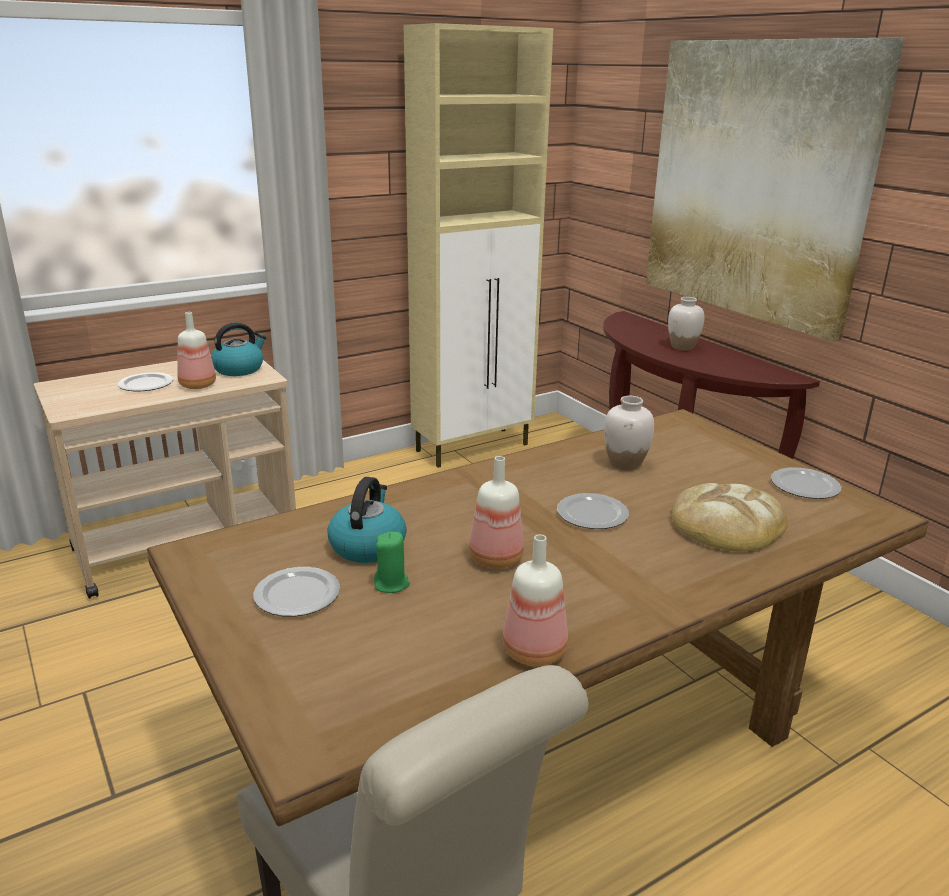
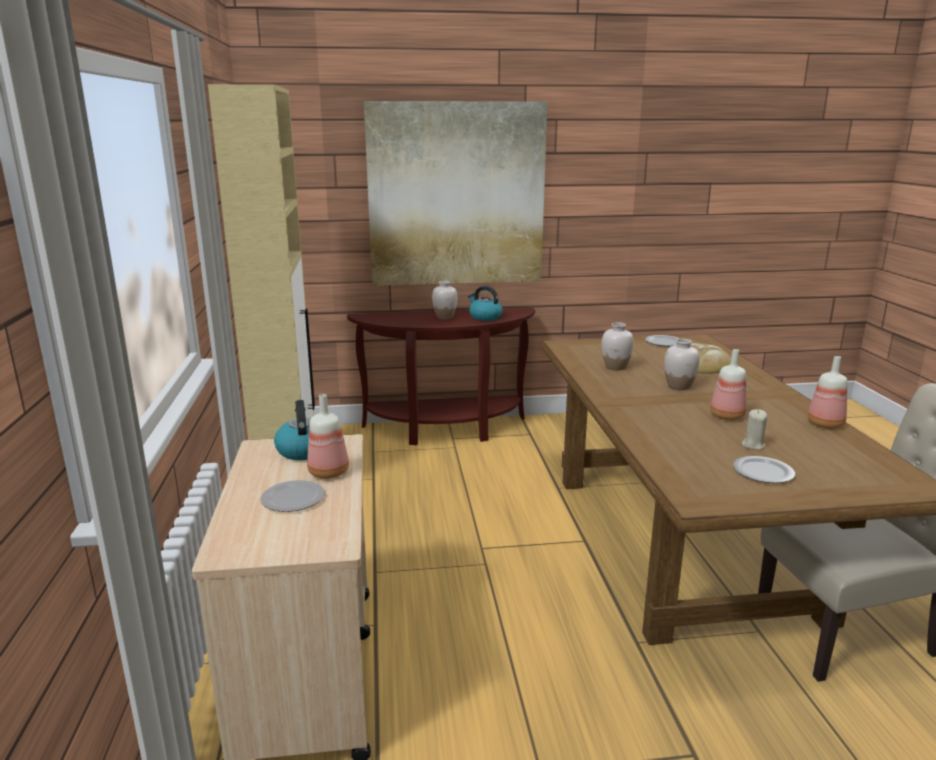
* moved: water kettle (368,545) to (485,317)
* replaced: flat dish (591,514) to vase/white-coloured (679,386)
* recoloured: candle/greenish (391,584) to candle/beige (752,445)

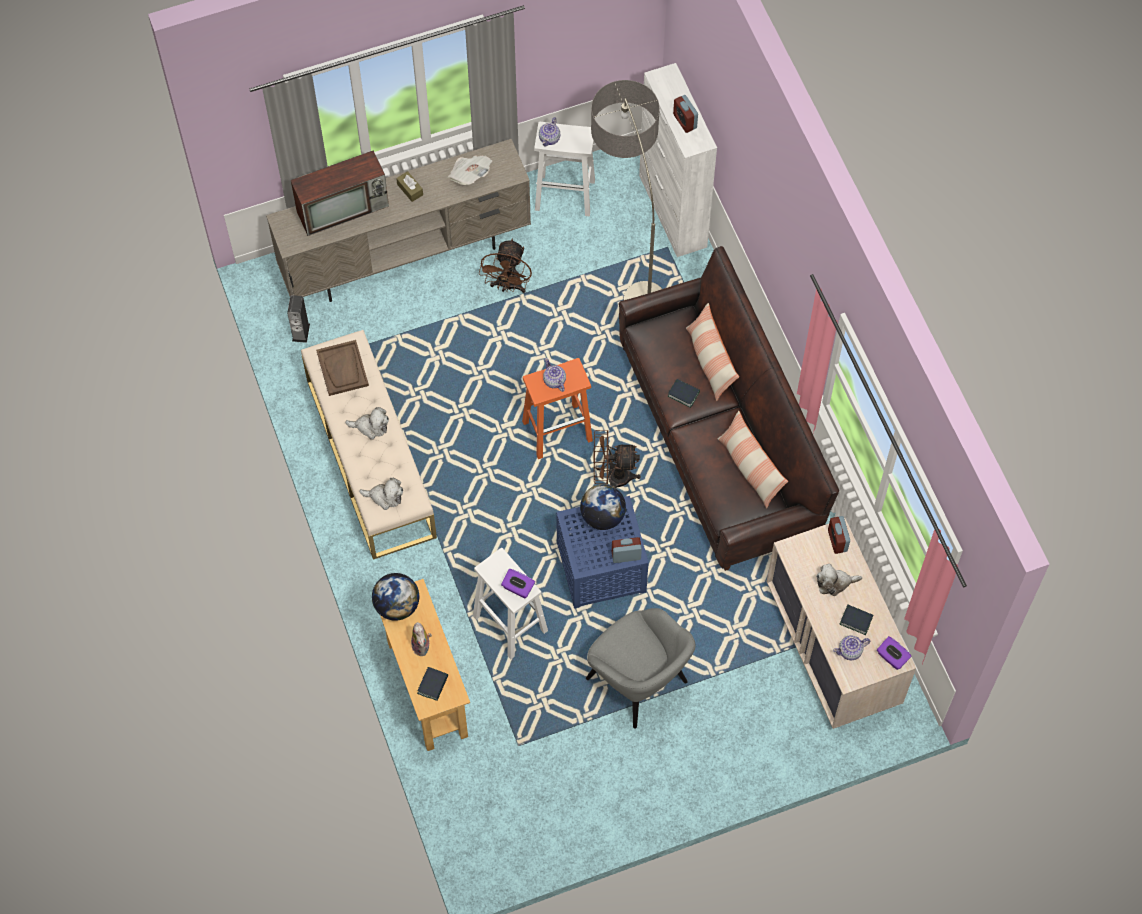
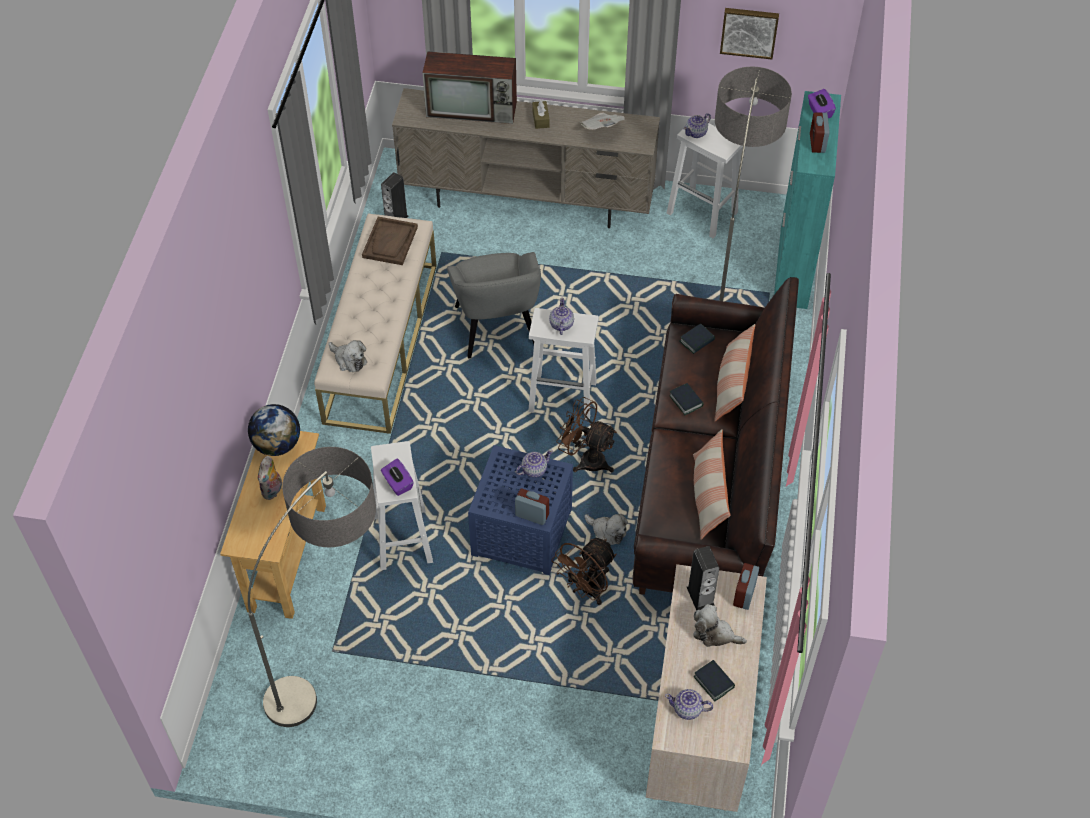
* added: standing lamp (336,658)
* added: loudspeaker (700,596)
* added: picture (749,31)
* moved: soft toy (371,427) to (607,532)
* moved: volume (433,685) to (697,341)
* moved: fan/brown (508,286) to (586,590)
* moved: armchair/gray (638,682) to (496,328)
* moved: box of tissues/purple-coloured (892,657) to (819,111)
* replaced: desk globe (602,516) to pot for tea (534,470)
* recoloured: stool seat/orangey (558,430) to stool seat/white-coloured (564,397)
* recoloured: cupboard/white-coloured (672,212) to cupboard/turquoise-coloured (793,267)

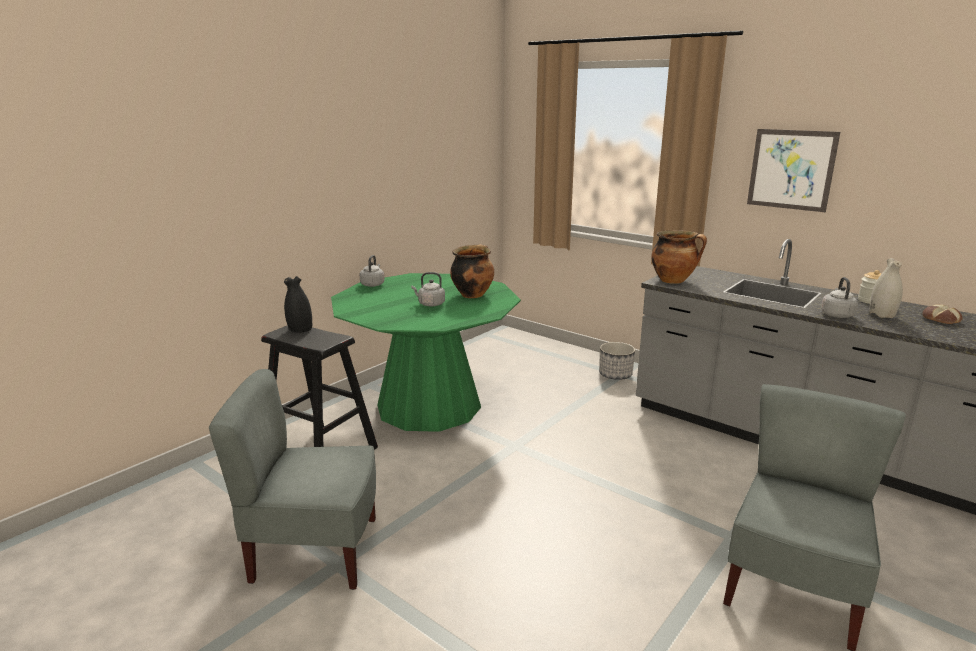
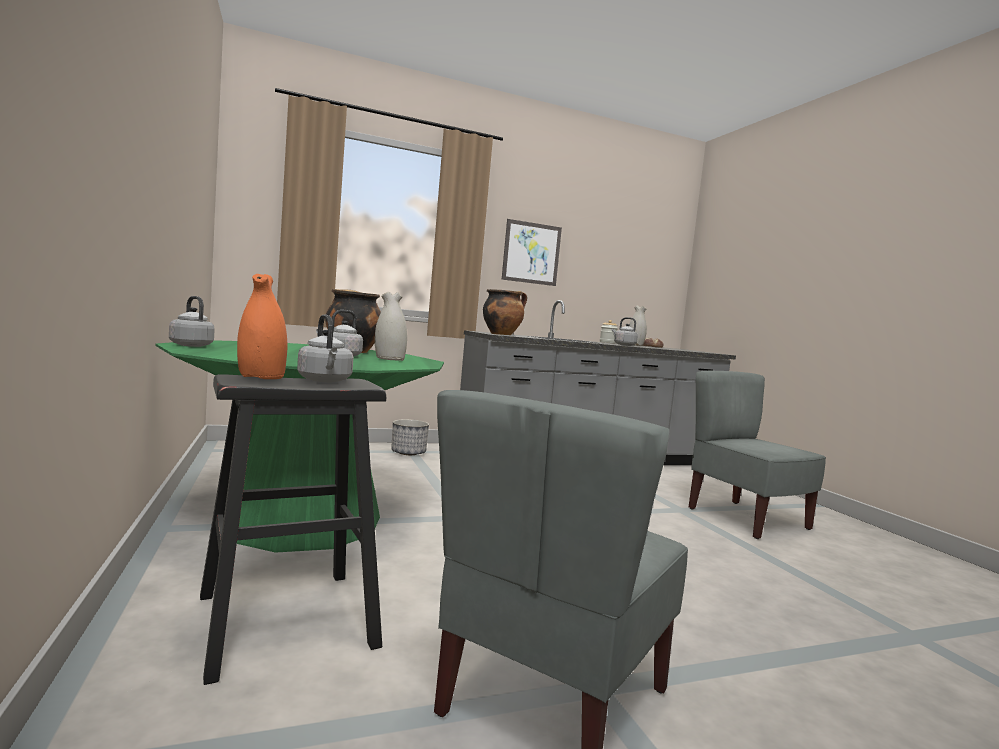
* added: water kettle/gray (325,381)
* added: vase/white-coloured (389,359)
* recoloured: vase/black (300,329) to vase/orangey (261,377)

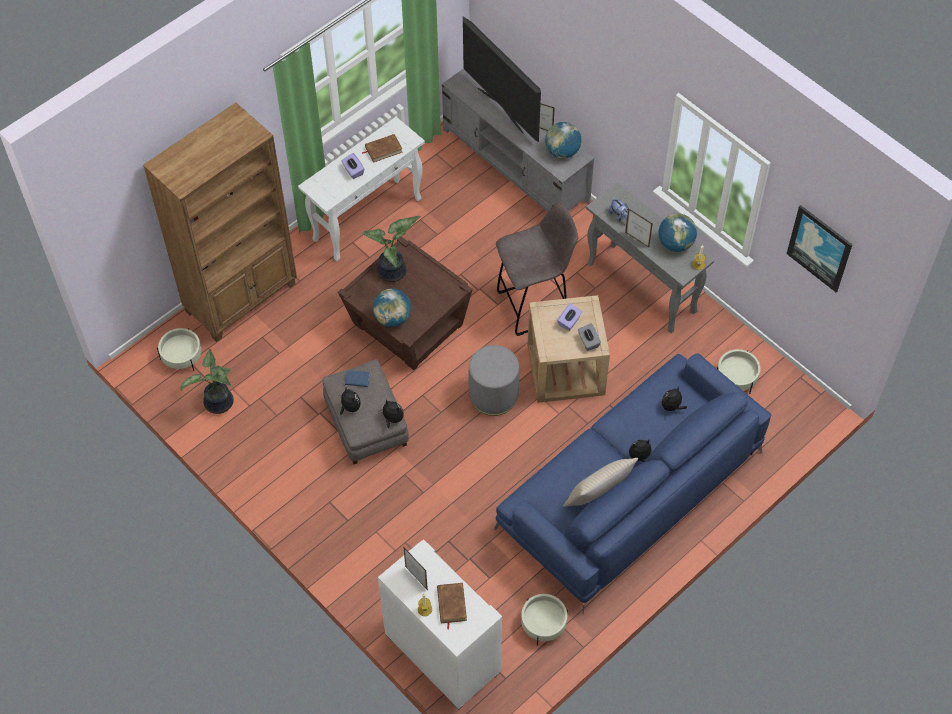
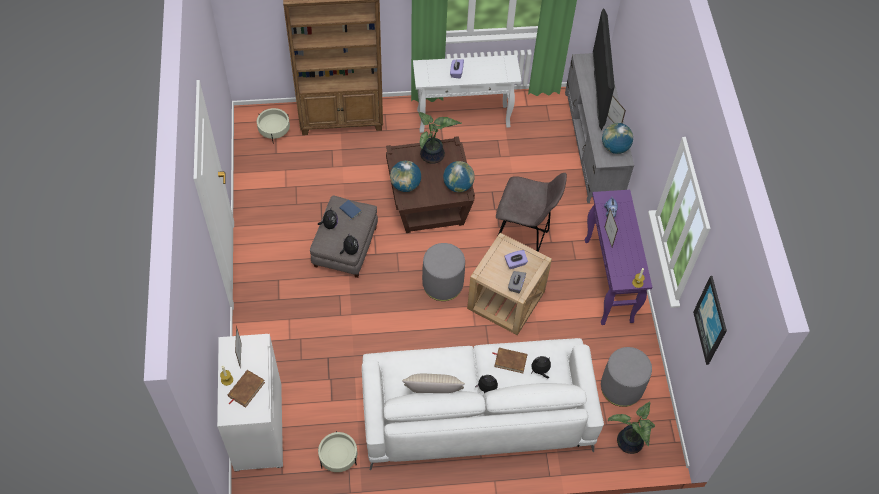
* moved: potted plant (218,404) to (628,443)
* moved: volume/brown (383,149) to (510,361)
* moved: desk globe (675,243) to (458,185)
* replaced: flower pot/beige (736,378) to pouffe/gray (621,387)
* recoloured: settee/bluish (630,491) to settee/white-coloured (476,411)
* recoloured: narrow table/gray (642,288) to narrow table/purple-coloured (609,281)

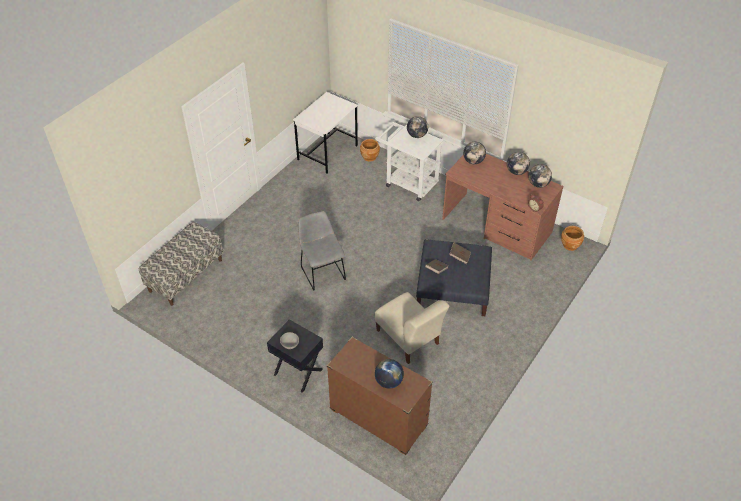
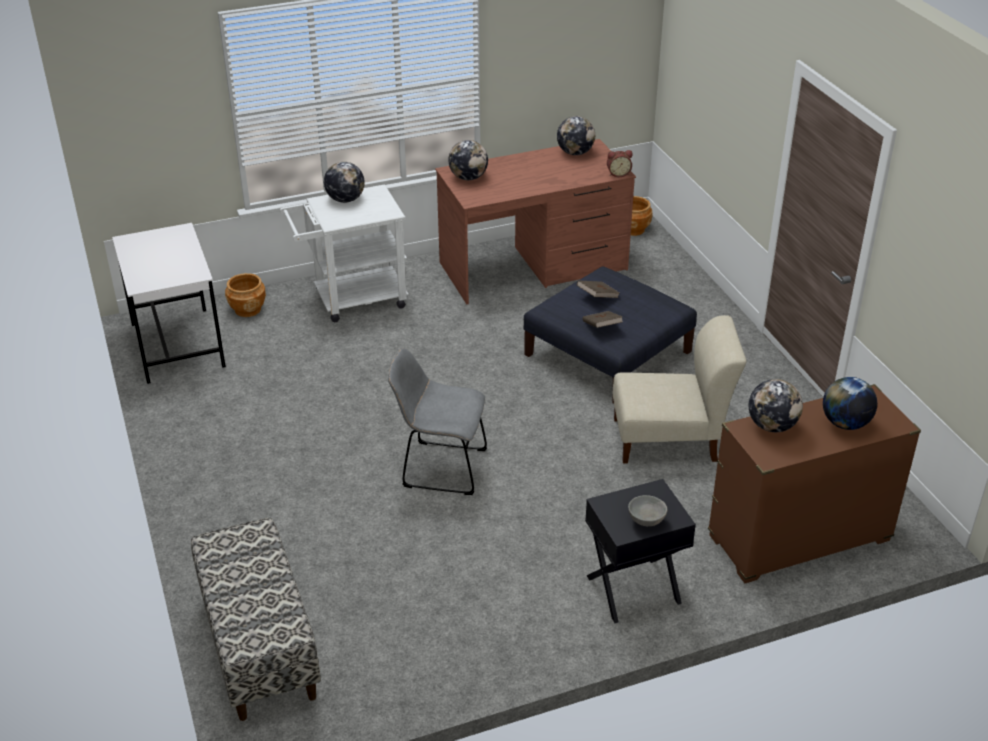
* moved: desk globe (516,172) to (772,426)

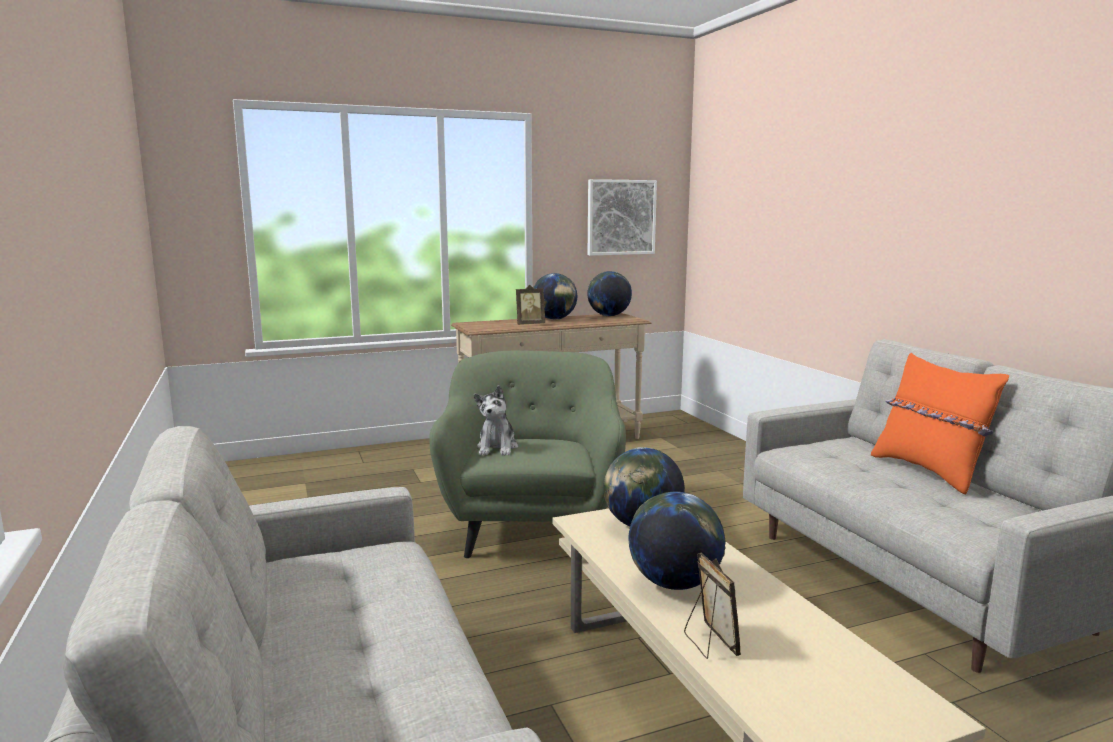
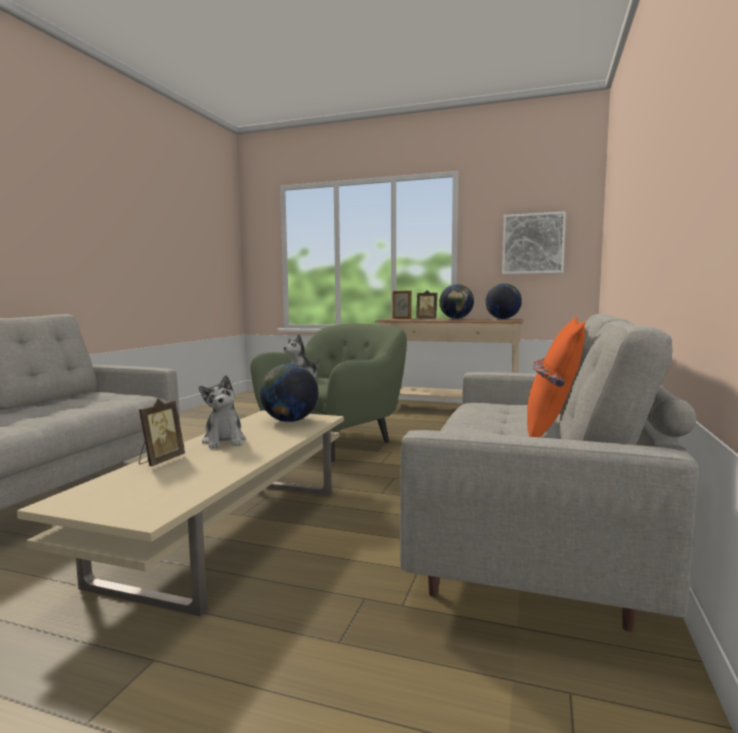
* added: standing frame (401,318)
* replaced: desk globe (674,584) to soft toy (224,441)

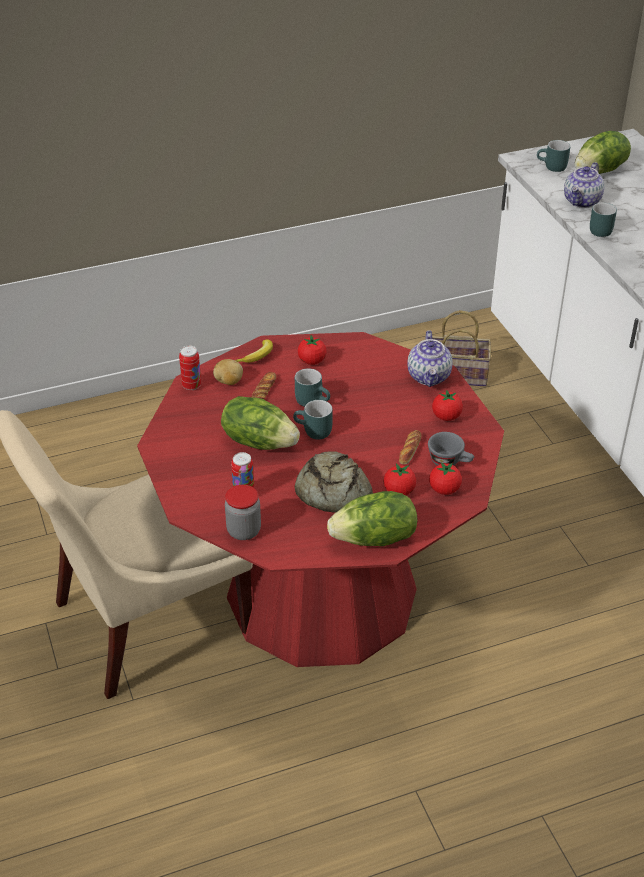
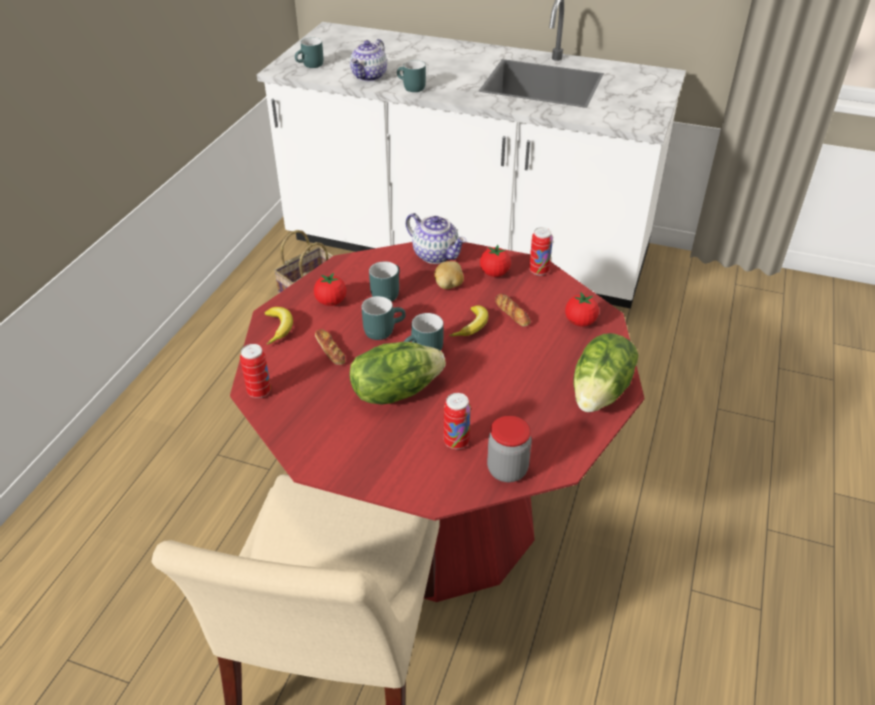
* removed: bread (331,491)
* removed: fresh tomato (399,491)
* removed: cup/gray (450,462)
* removed: head of lettuce (600,171)
* added: coffee mug/turquoise-coloured (385,292)
* added: banana (472,326)
* added: metal can (539,271)
* moved: potato (228,382) to (449,286)
* turned: pot for tea (582,201) = (369,76) 45 degrees clockwise

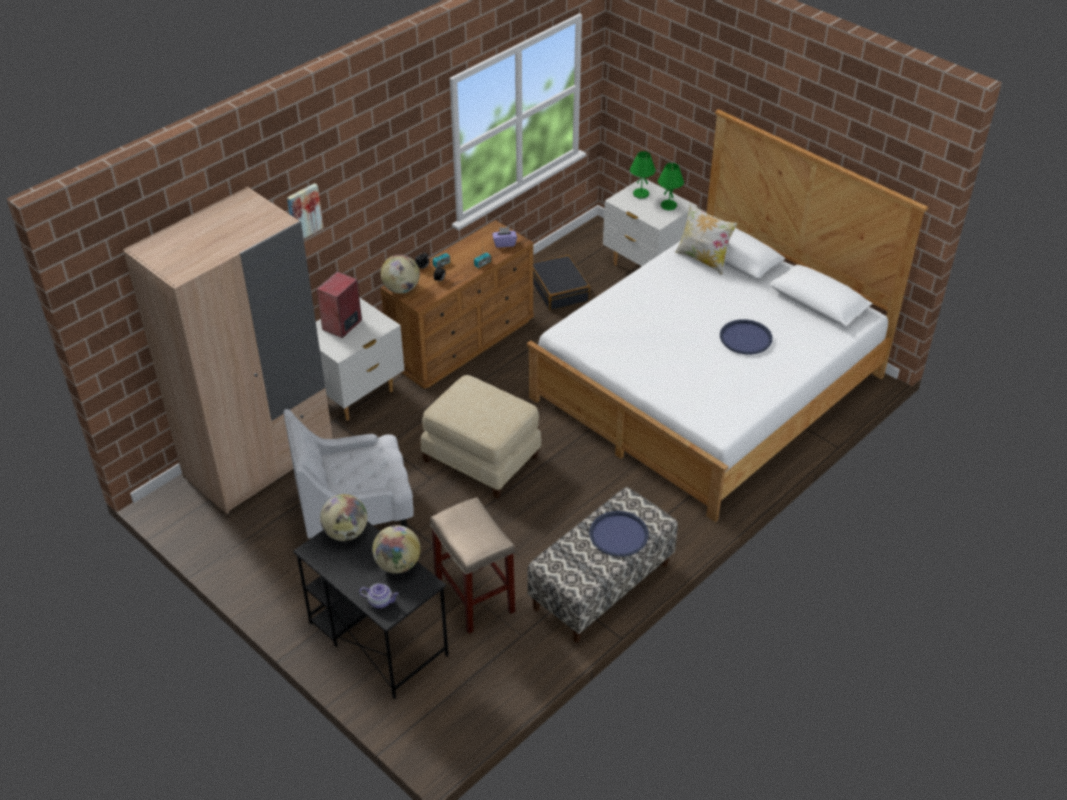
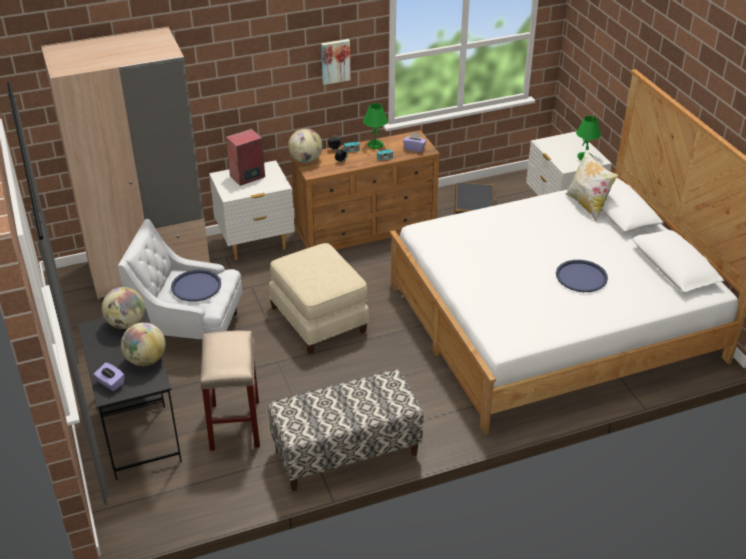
* moved: picture (303,212) to (335,61)
* moved: tray/bluish (618,534) to (196,286)
* moved: lamp for a table/greenish (640,194) to (375,145)
* replaced: pot for tea (381,601) to box of tissues/purple-coloured (110,383)

